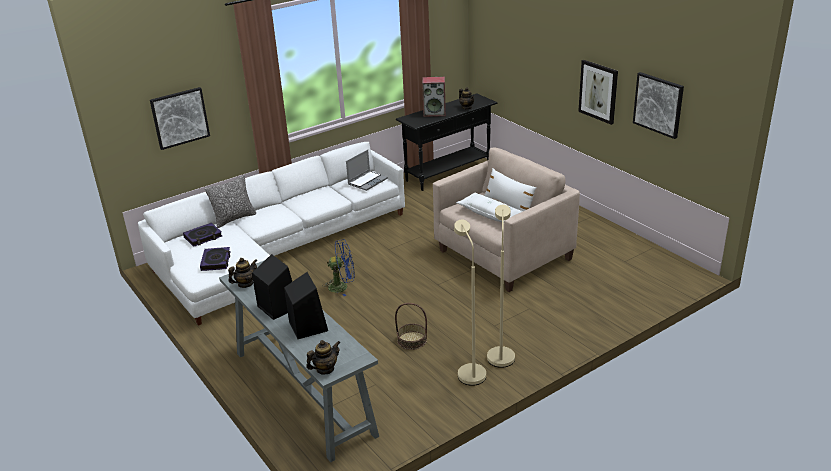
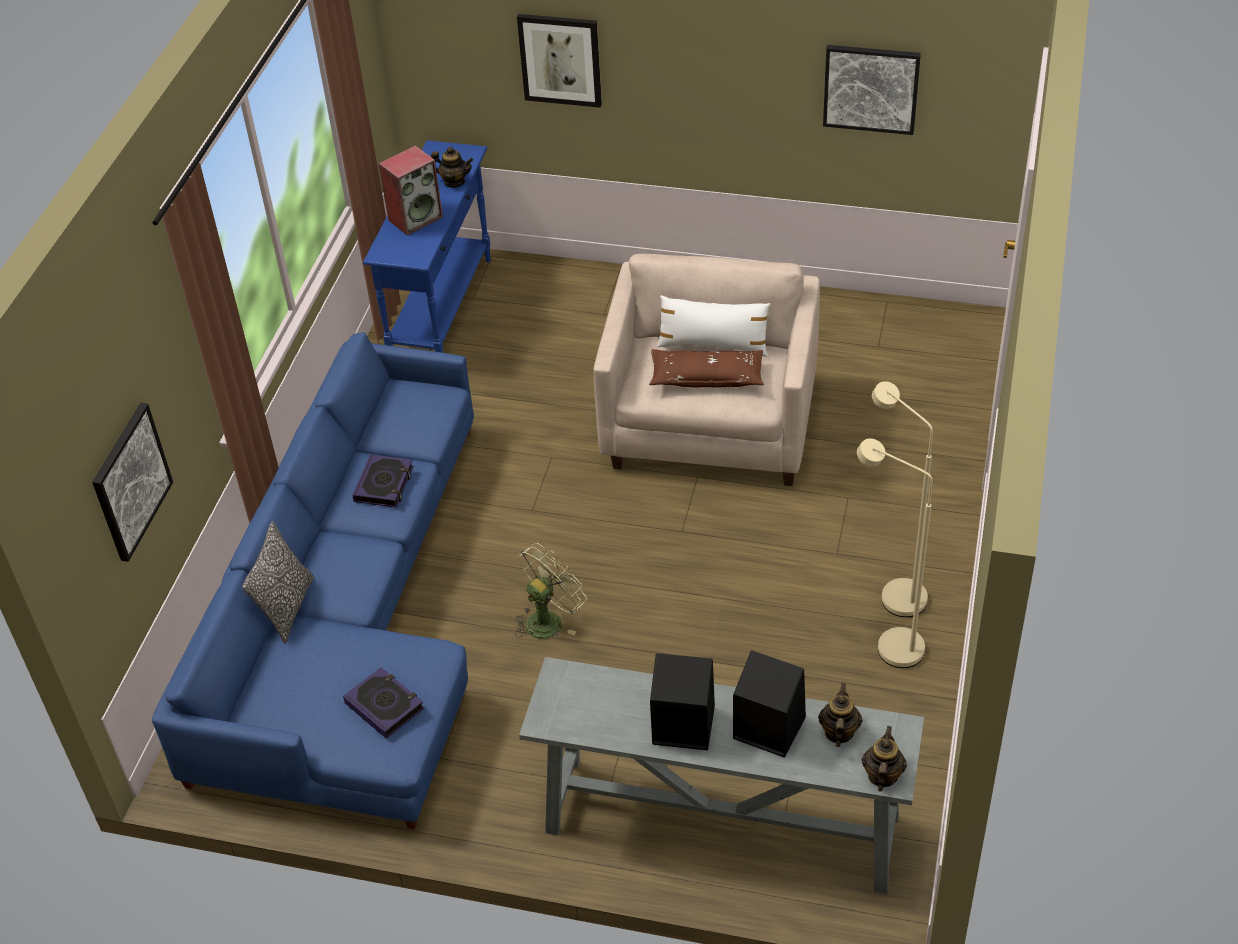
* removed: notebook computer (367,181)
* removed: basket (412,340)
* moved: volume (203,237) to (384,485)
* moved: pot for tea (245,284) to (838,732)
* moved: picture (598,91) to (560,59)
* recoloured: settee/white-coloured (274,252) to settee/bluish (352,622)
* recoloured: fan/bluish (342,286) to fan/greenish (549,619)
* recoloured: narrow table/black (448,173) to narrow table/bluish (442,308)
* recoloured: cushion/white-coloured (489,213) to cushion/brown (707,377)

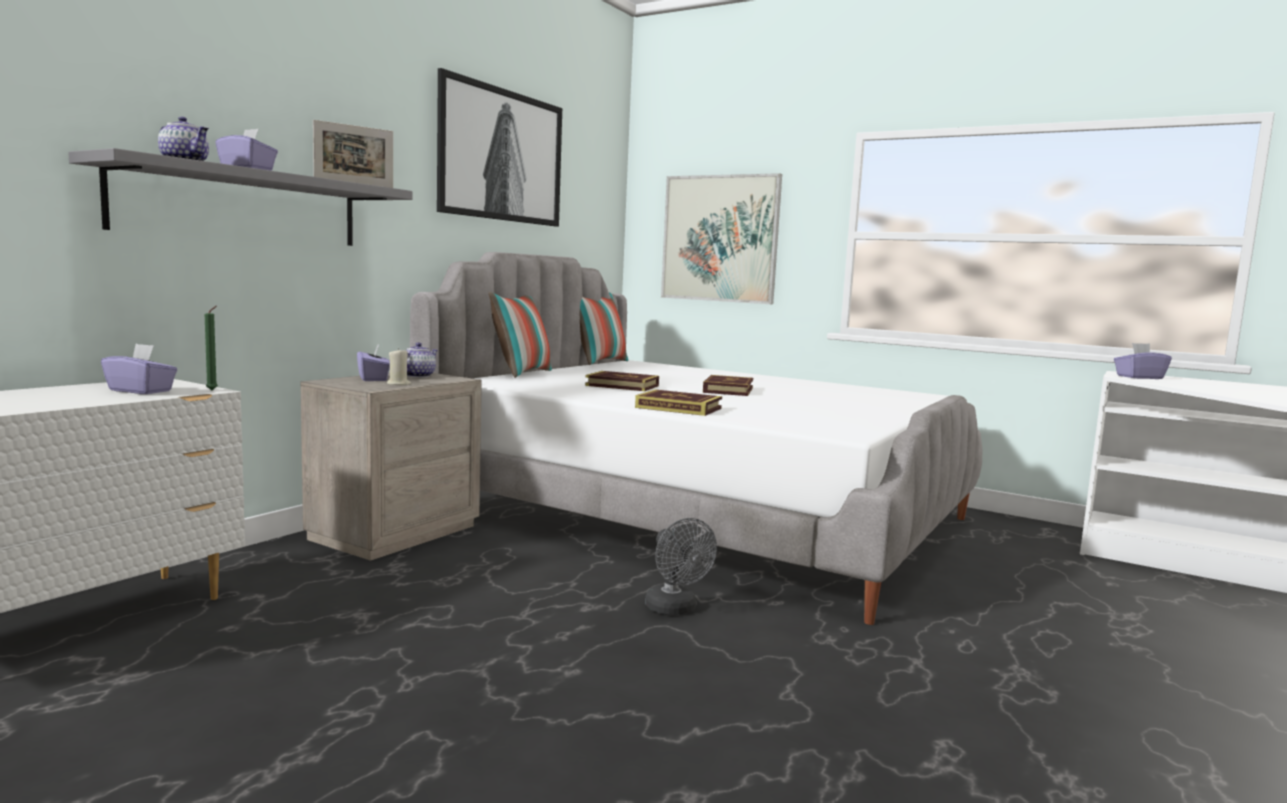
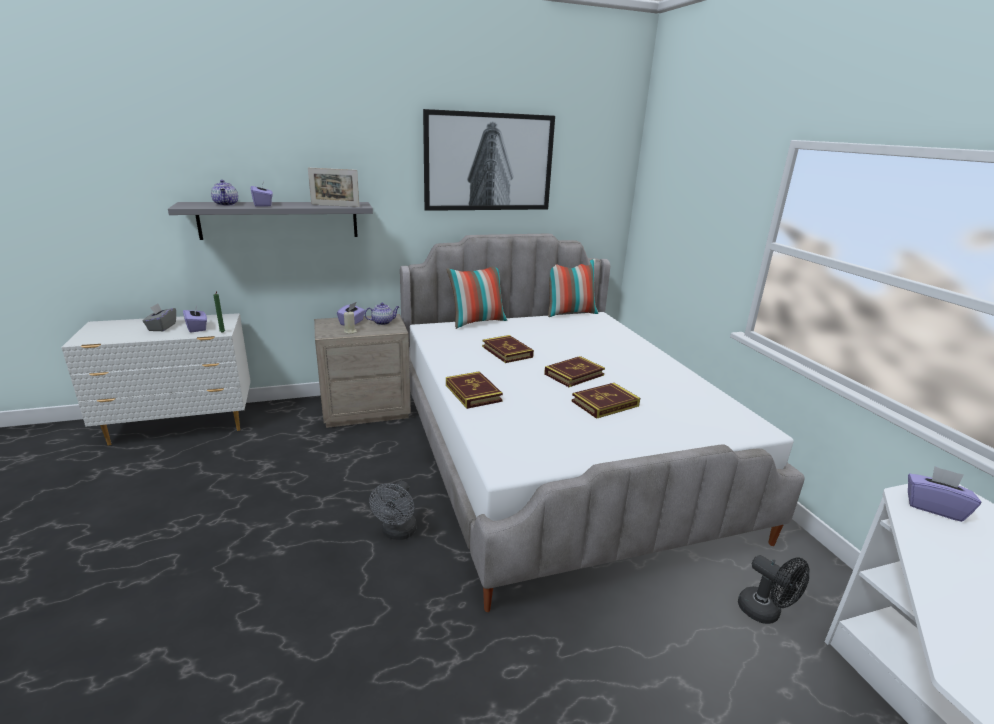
* removed: picture (720,238)
* added: box of tissues/gray (162,327)
* added: volume (605,403)
* added: fan/black (765,612)

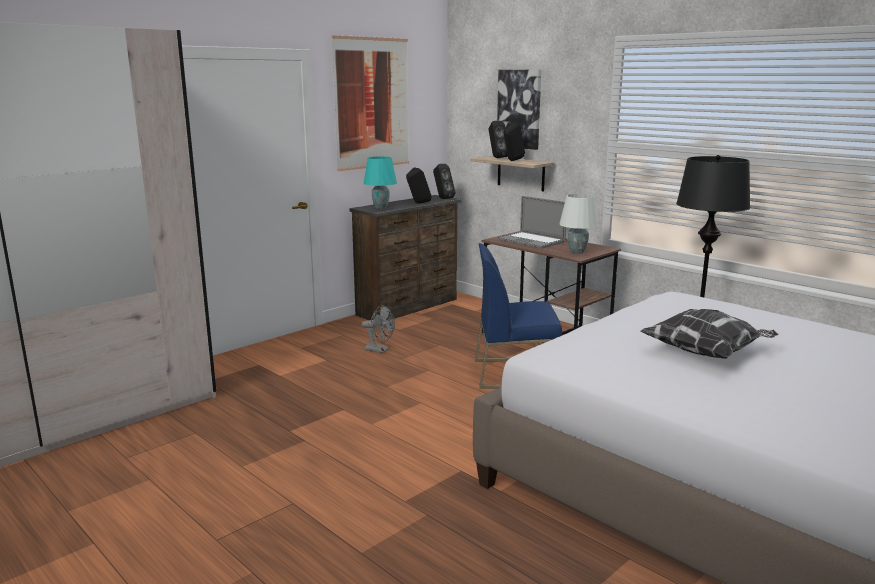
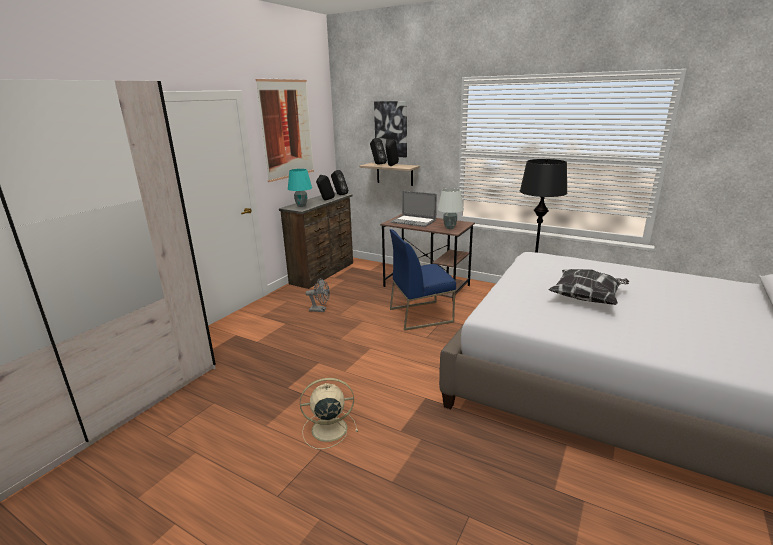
* added: fan/beige (327,429)

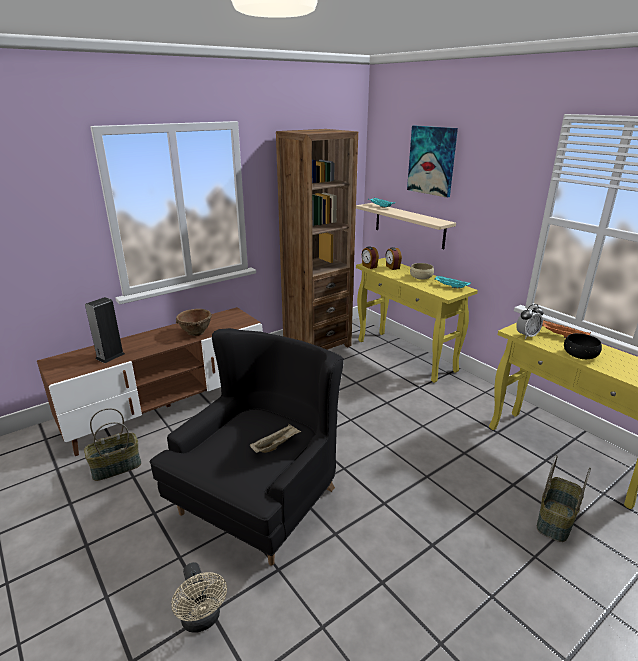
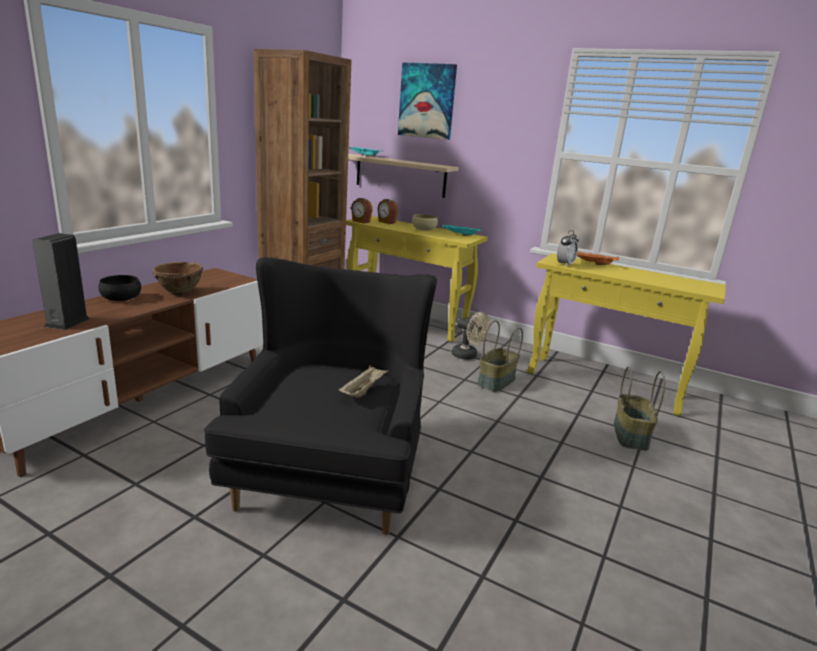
* moved: basket (116,467) to (497,382)
* moved: fan/beige (202,620) to (468,356)
* moved: deep dish/black (580,354) to (121,298)

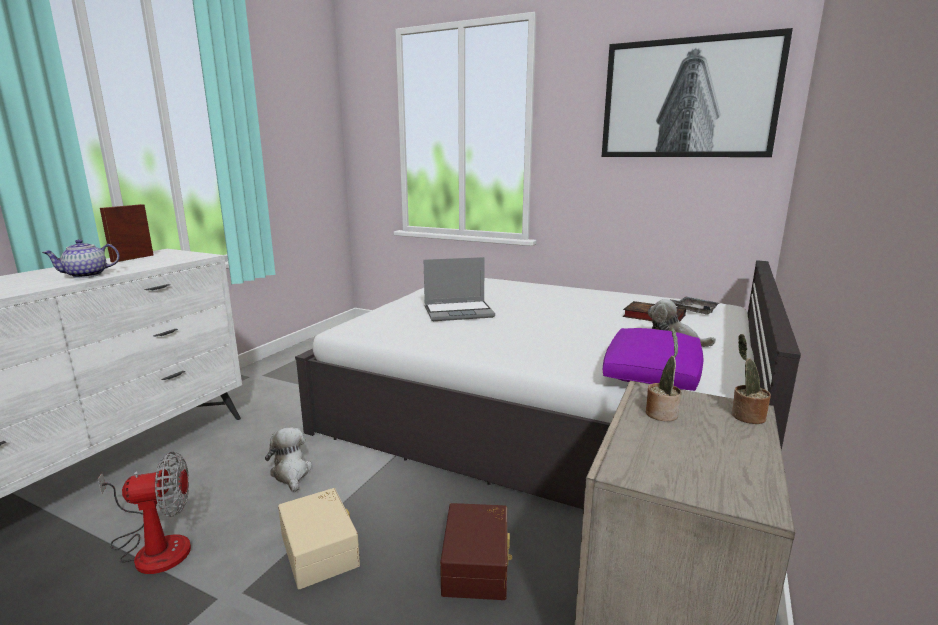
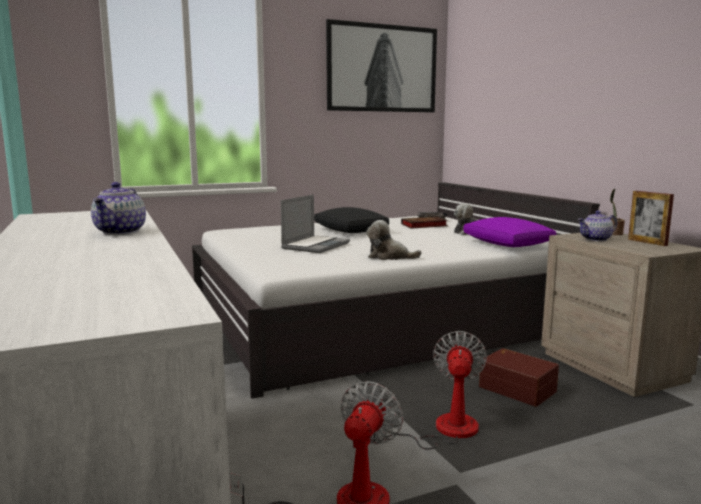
* added: cushion/black (351,231)
* moved: standing frame (132,258) to (647,242)
* moved: soft toy (291,473) to (389,257)
* replaced: storage box/beige (321,549) to fan (443,431)
* replaced: potted plant (662,413) to pot for tea (596,239)

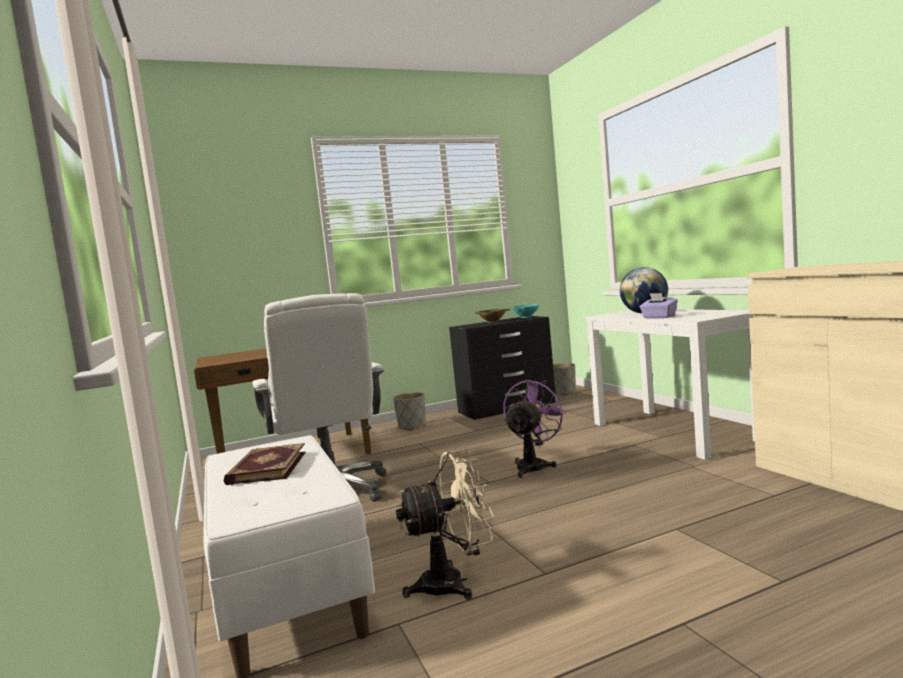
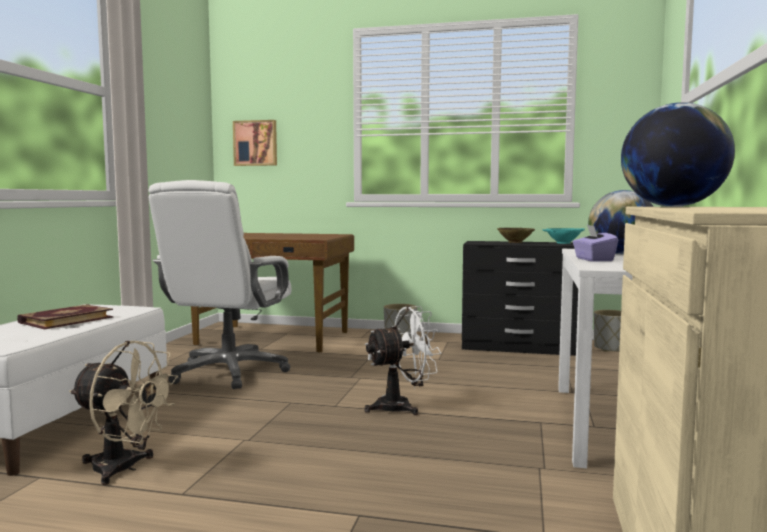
* added: picture (256,143)
* added: desk globe (673,206)
* recoloured: fan/purple-coloured (534,465) to fan/white-coloured (401,406)

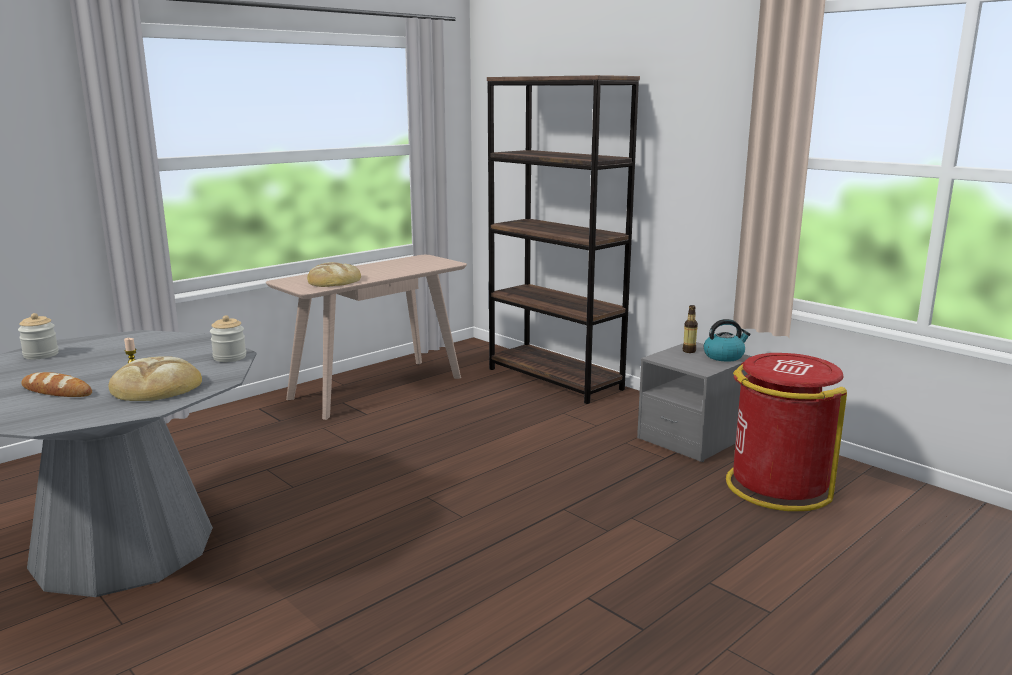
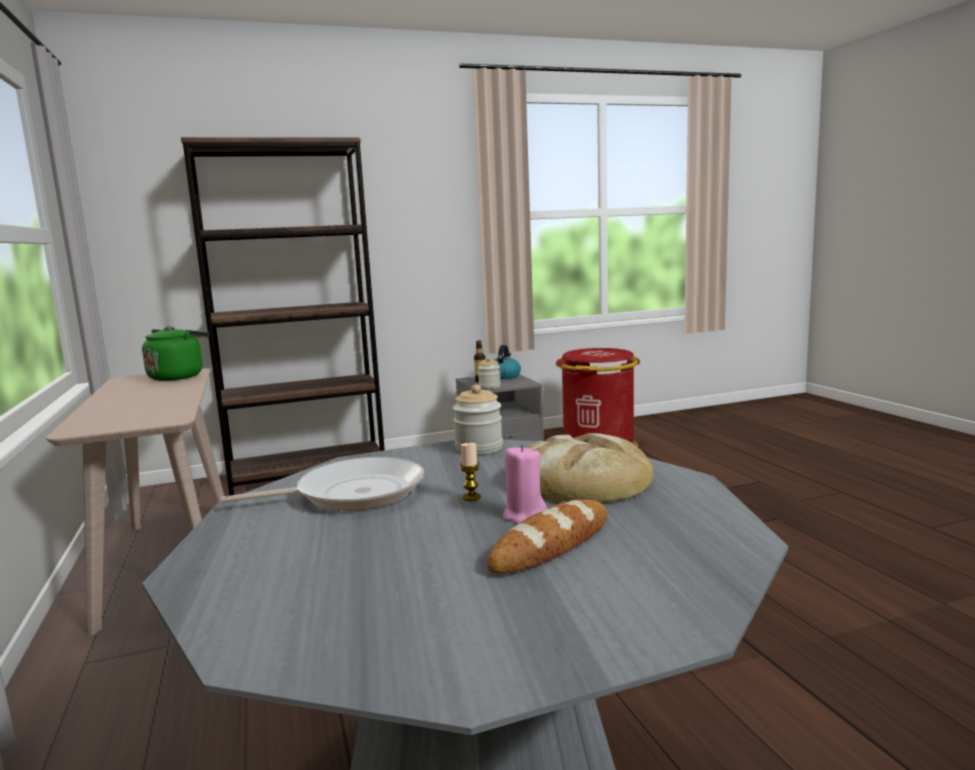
* removed: bread (333,280)
* added: water kettle/greenish (178,376)
* added: skillet (353,493)
* added: candle/pink (524,515)
* moved: preserve jar (41,355) to (489,387)

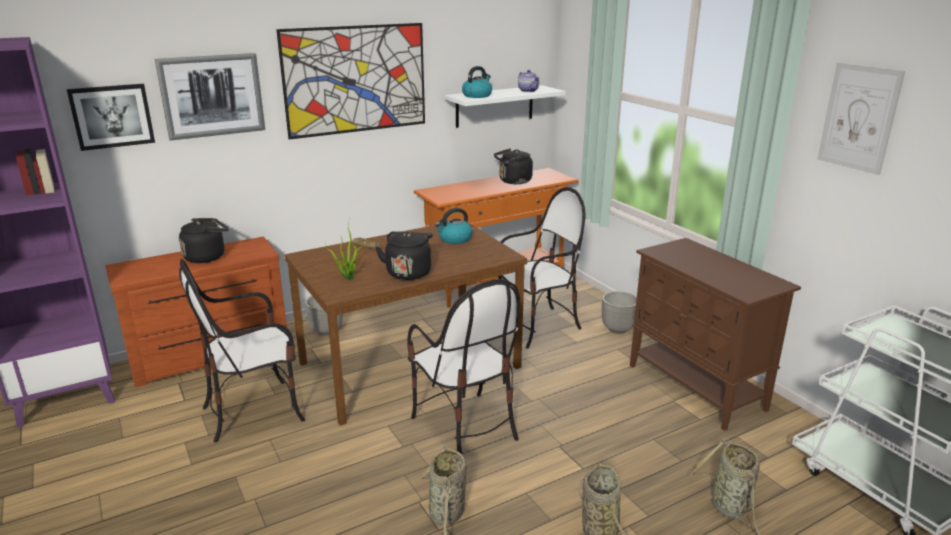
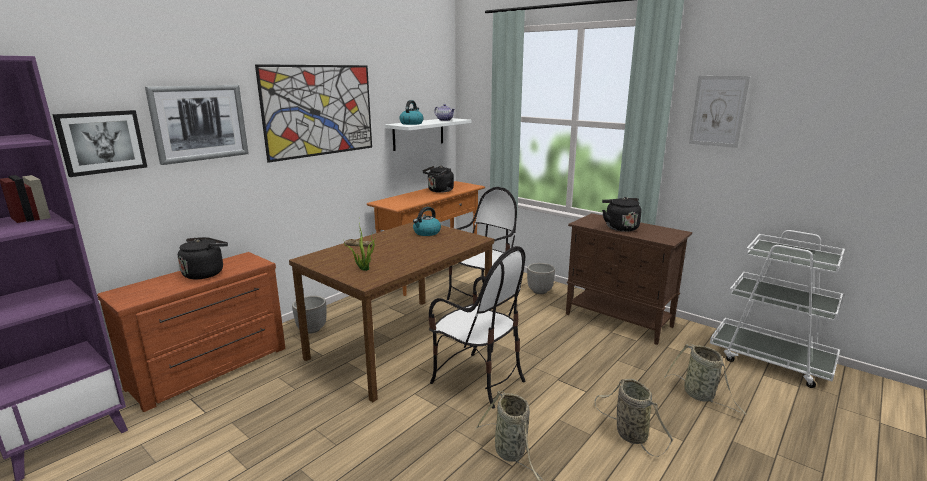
* removed: plain chair (254,411)
* moved: water kettle/black (408,272) to (620,227)

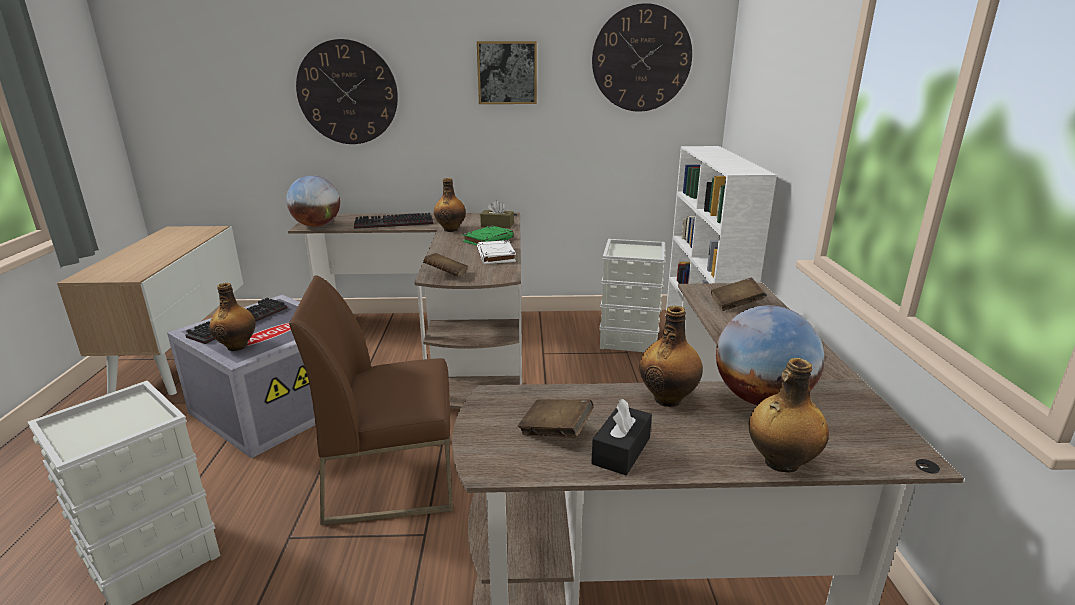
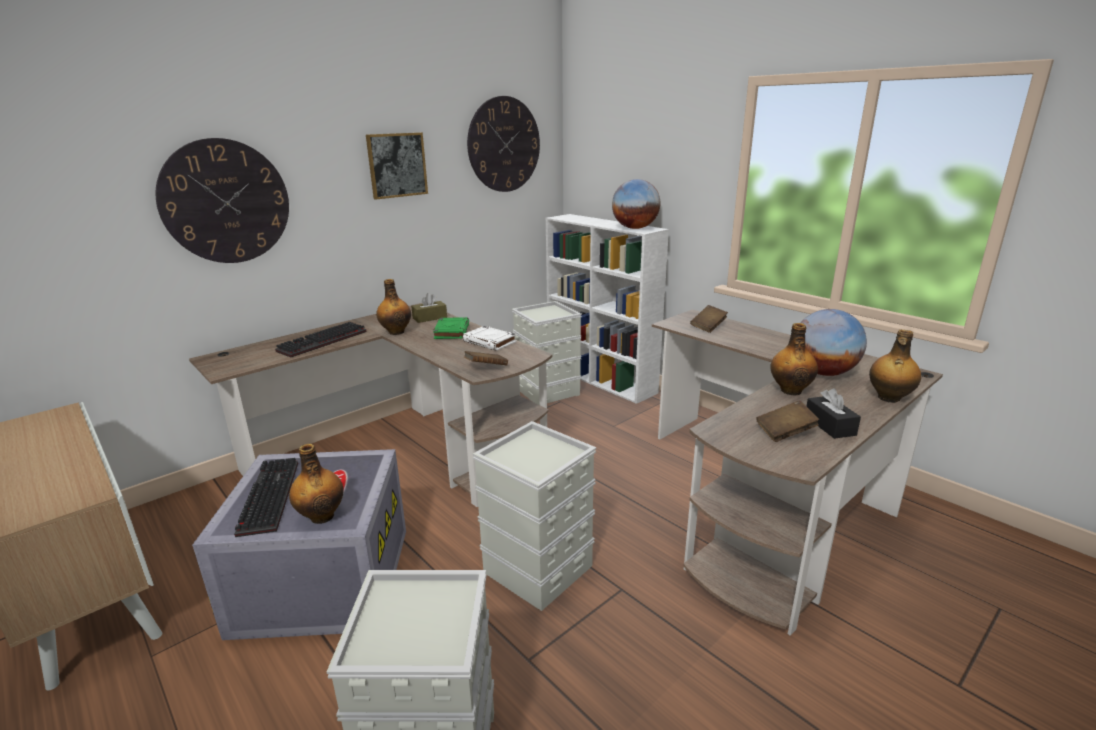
* moved: desk globe (317,225) to (635,228)
* replaced: plain chair/brown (393,478) to storage box/gray (536,569)

